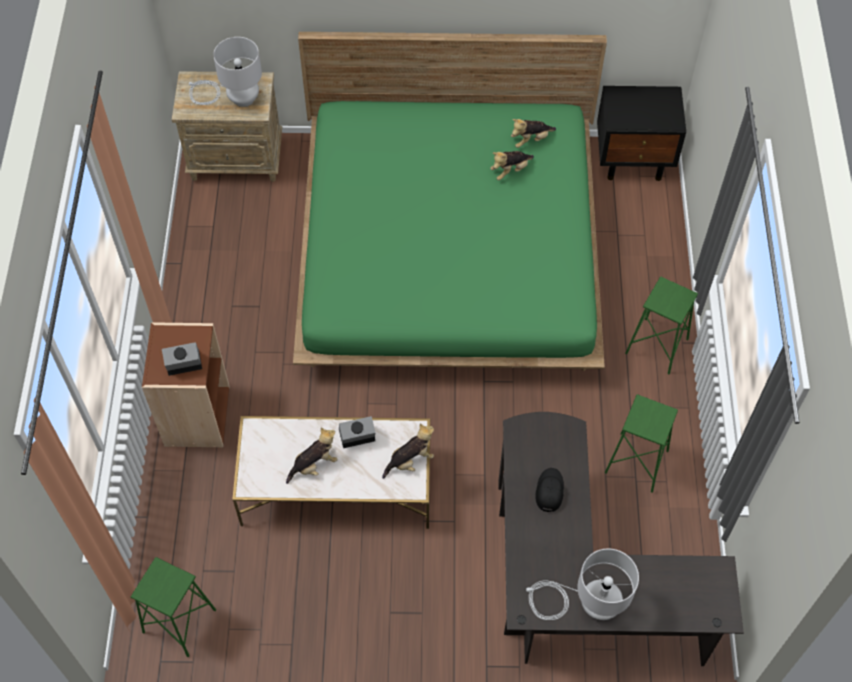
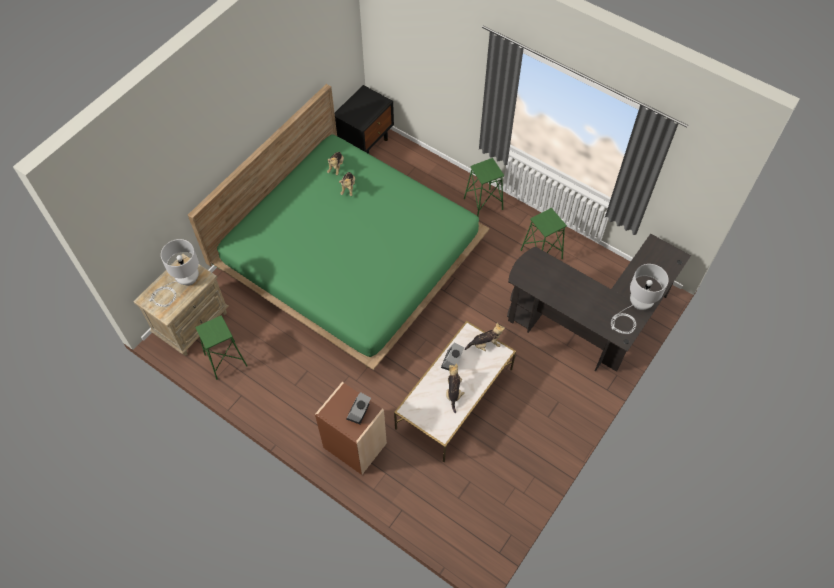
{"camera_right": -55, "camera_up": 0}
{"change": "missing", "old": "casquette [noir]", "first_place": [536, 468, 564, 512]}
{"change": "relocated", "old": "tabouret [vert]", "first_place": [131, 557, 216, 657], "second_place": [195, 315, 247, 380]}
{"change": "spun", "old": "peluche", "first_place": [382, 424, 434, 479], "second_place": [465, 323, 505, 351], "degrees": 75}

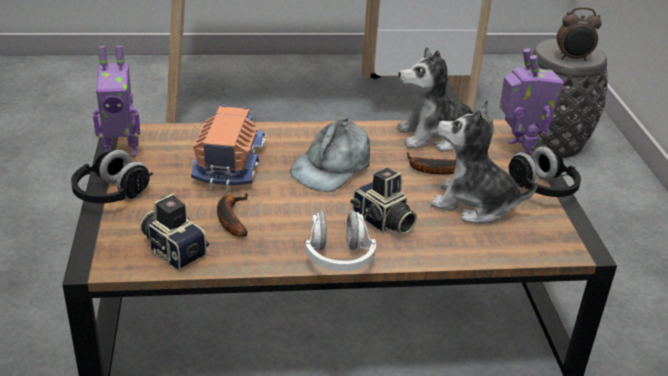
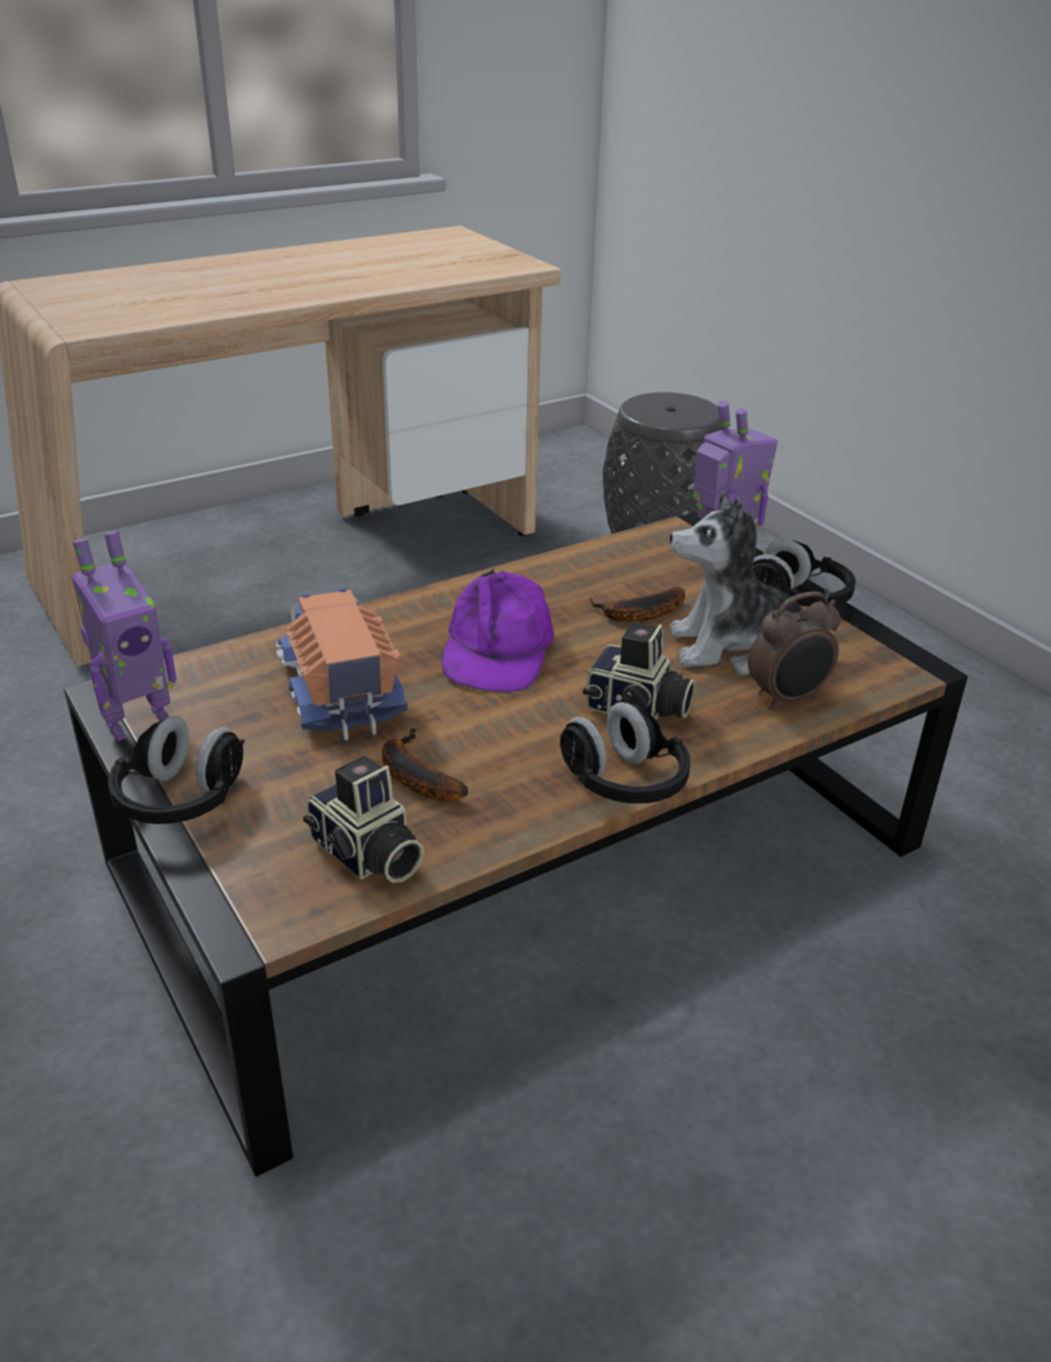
{"camera_right": -25, "camera_up": 0}
{"change": "missing", "old": "peluche", "first_place": [397, 47, 488, 152]}
{"change": "relocated", "old": "réveil", "first_place": [557, 7, 602, 61], "second_place": [748, 591, 841, 710]}
{"change": "colour", "old": "casquette [gris]", "new": "casquette [violet]", "first_place": [290, 118, 370, 192], "second_place": [442, 568, 554, 692]}
{"change": "colour", "old": "casque audio [blanc]", "new": "casque audio [noir]", "first_place": [305, 210, 377, 271], "second_place": [560, 702, 690, 804]}
{"change": "spun", "old": "appareil photo", "first_place": [140, 193, 209, 270], "second_place": [303, 756, 424, 883], "degrees": -150}

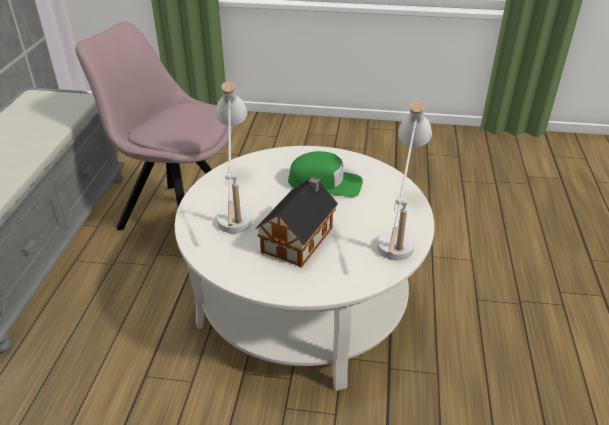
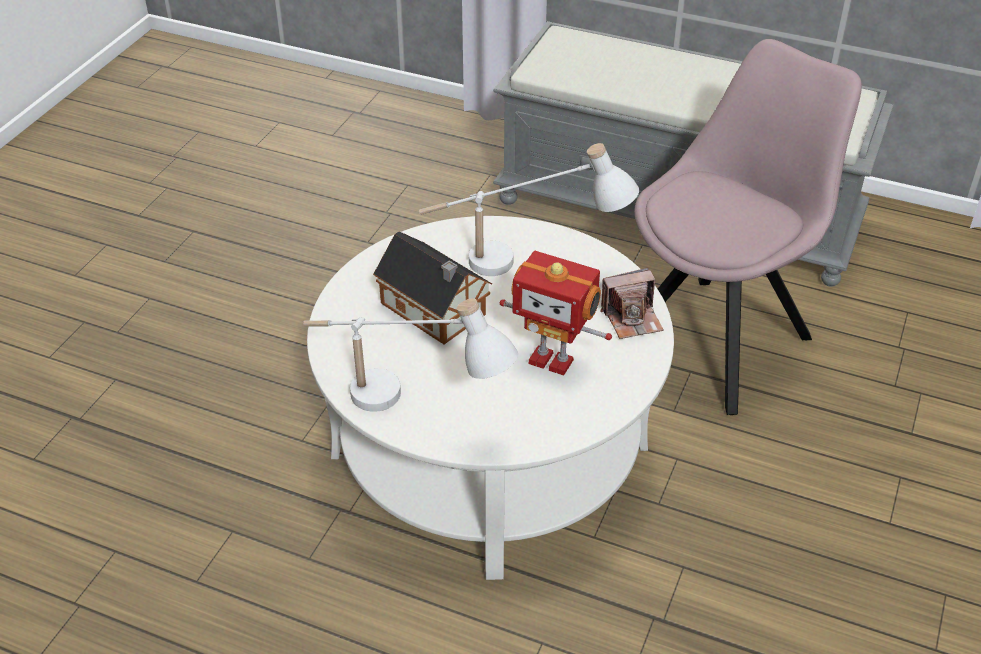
{"camera_right": 105, "camera_up": 5}
{"change": "appeared", "new": "appareil photo", "second_place": [601, 268, 664, 339]}
{"change": "exchanged", "old": "casquette [vert]", "new": "robot jouet", "first_place": [288, 151, 363, 197], "second_place": [500, 251, 612, 376]}

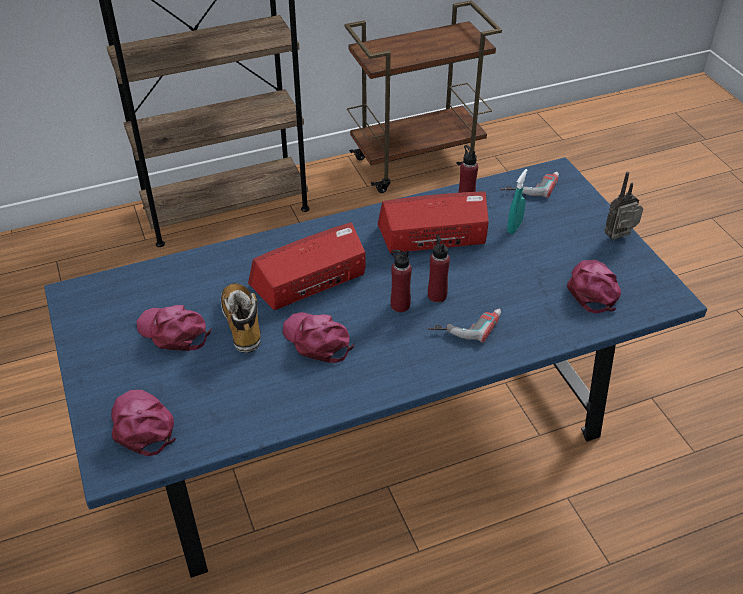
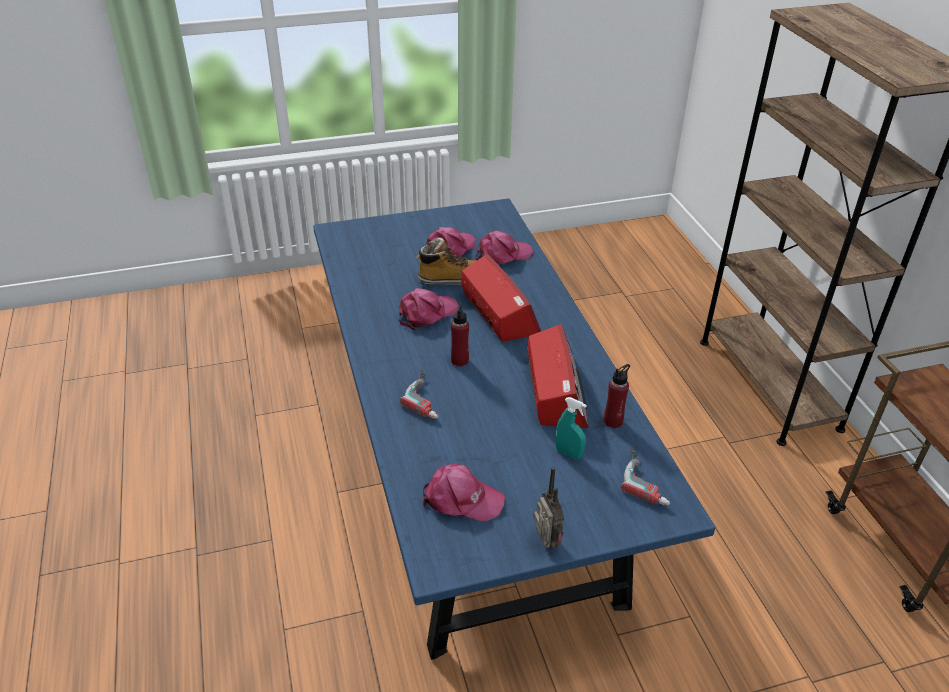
{"camera_right": 95, "camera_up": -5}
{"change": "missing", "old": "bouteille [rouge]", "first_place": [428, 236, 450, 302]}
{"change": "relocated", "old": "casquette [rose]", "first_place": [111, 390, 176, 456], "second_place": [476, 230, 533, 264]}

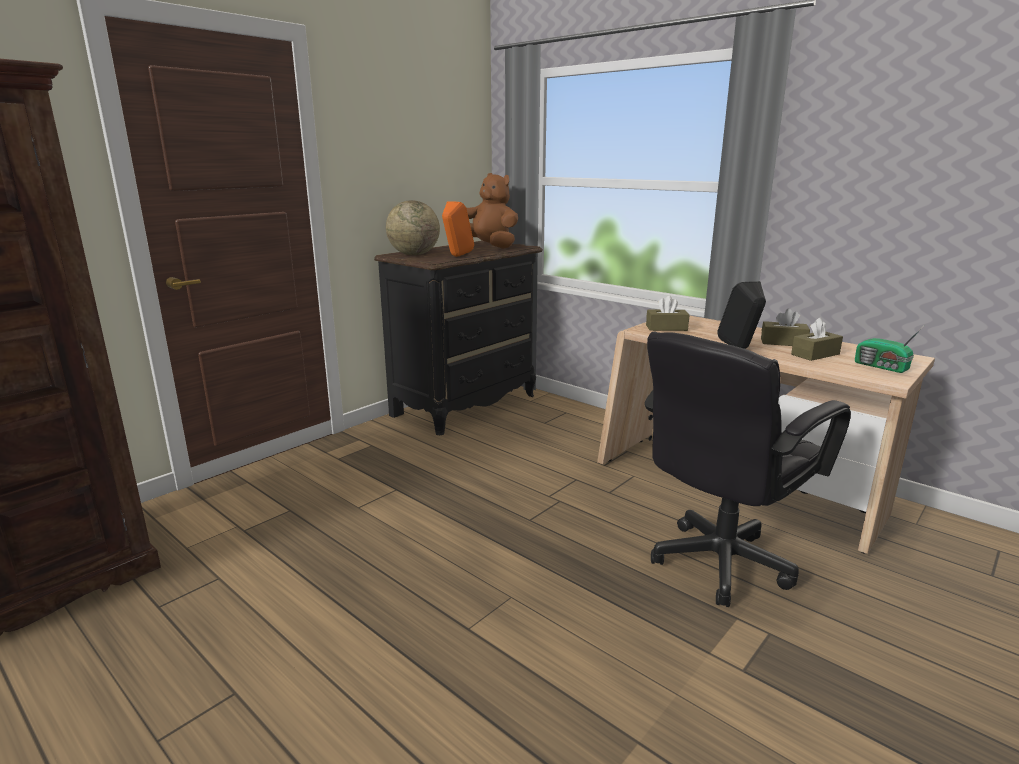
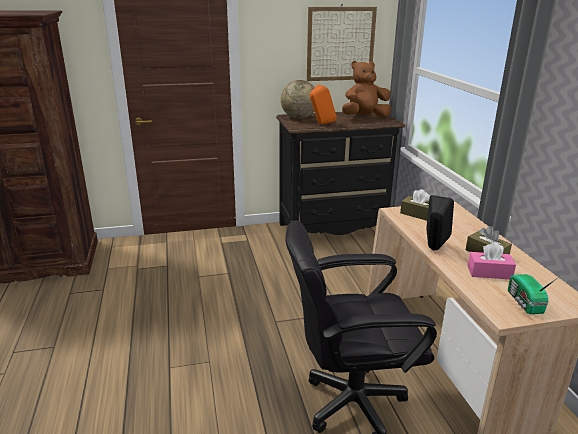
{"camera_right": 35, "camera_up": 5}
{"change": "appeared", "new": "tableau", "second_place": [307, 4, 377, 81]}
{"change": "colour", "old": "boîte à mouchoirs [marron]", "new": "boîte à mouchoirs [rose]", "first_place": [791, 318, 843, 361], "second_place": [468, 242, 516, 279]}
{"change": "spun", "old": "peluche [marron]", "first_place": [466, 173, 518, 249], "second_place": [342, 61, 391, 117], "degrees": -90}

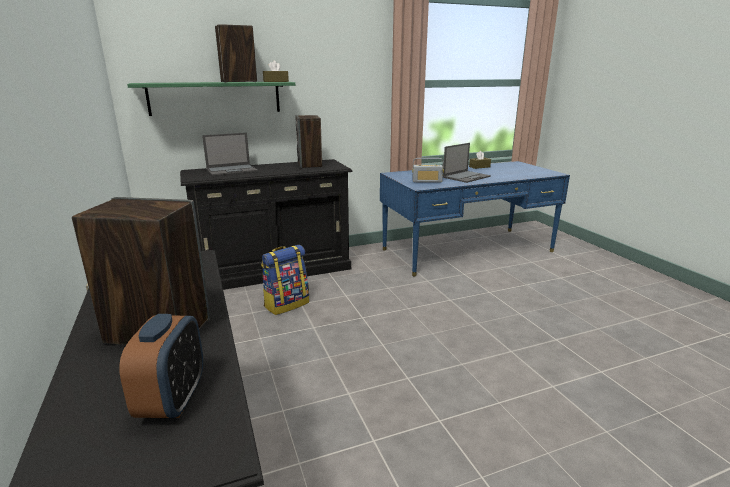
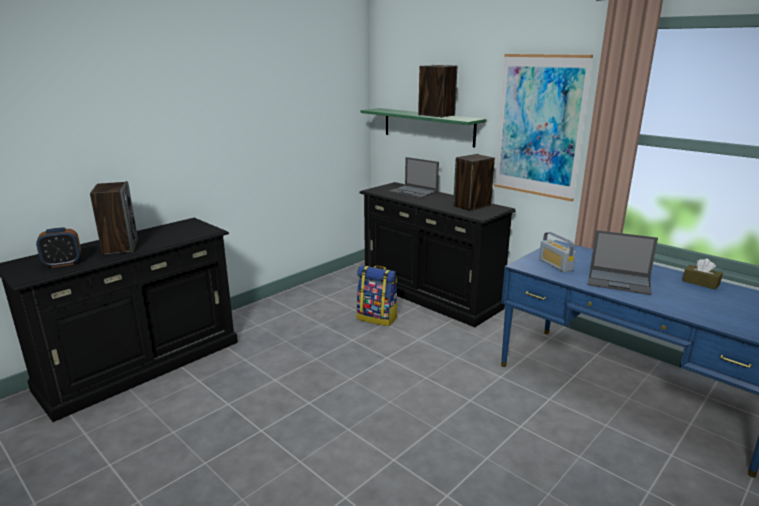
{"camera_right": 65, "camera_up": 0}
{"change": "missing", "old": "boîte à mouchoirs [marron]", "first_place": [263, 61, 289, 82]}
{"change": "appeared", "new": "tableau", "second_place": [494, 54, 593, 201]}

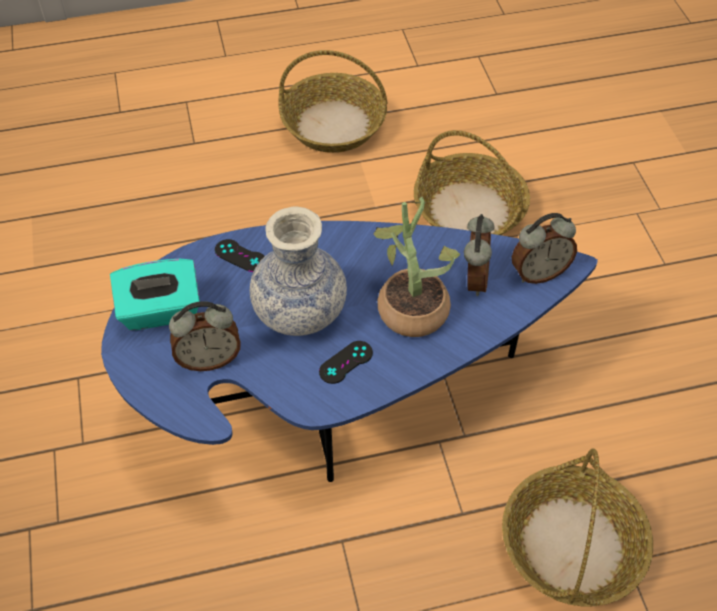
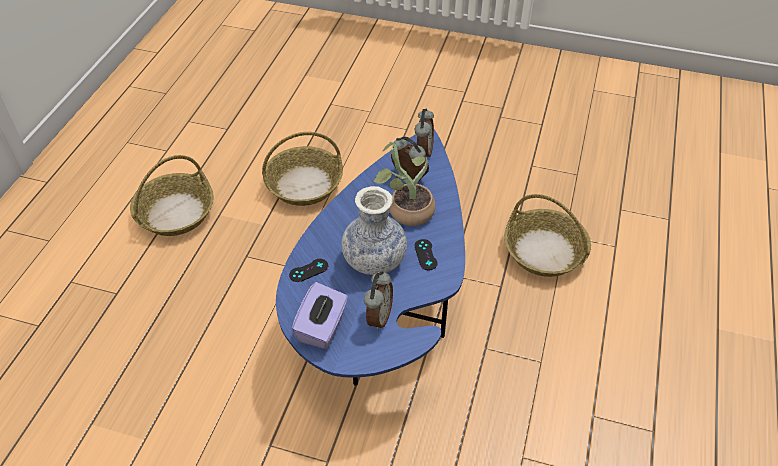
{"camera_right": -60, "camera_up": -5}
{"change": "colour", "old": "boîte à mouchoirs [turquoise]", "new": "boîte à mouchoirs [violet]", "first_place": [110, 259, 200, 331], "second_place": [292, 282, 348, 349]}

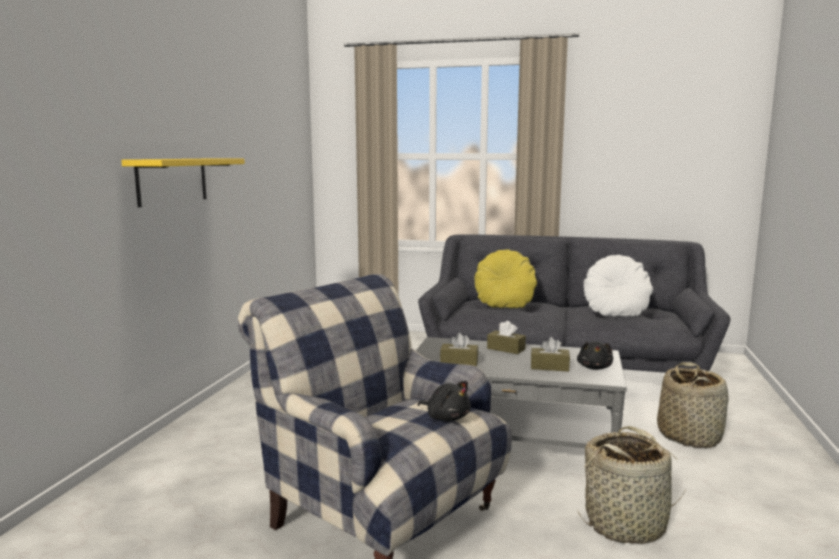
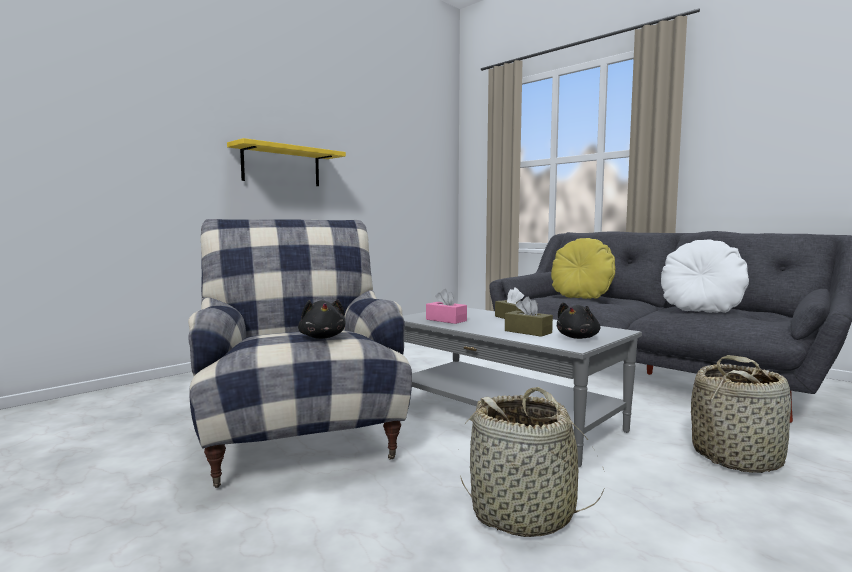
{"camera_right": 30, "camera_up": -5}
{"change": "colour", "old": "boîte à mouchoirs [marron]", "new": "boîte à mouchoirs [rose]", "first_place": [440, 333, 478, 366], "second_place": [426, 289, 467, 324]}

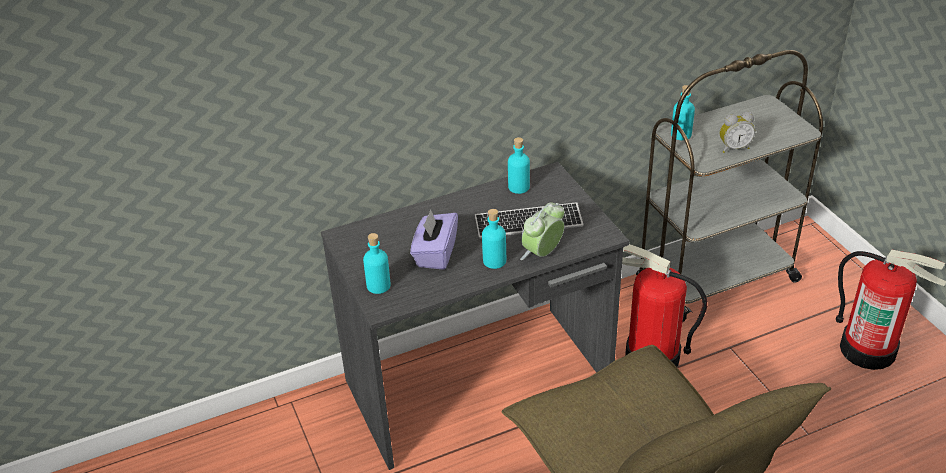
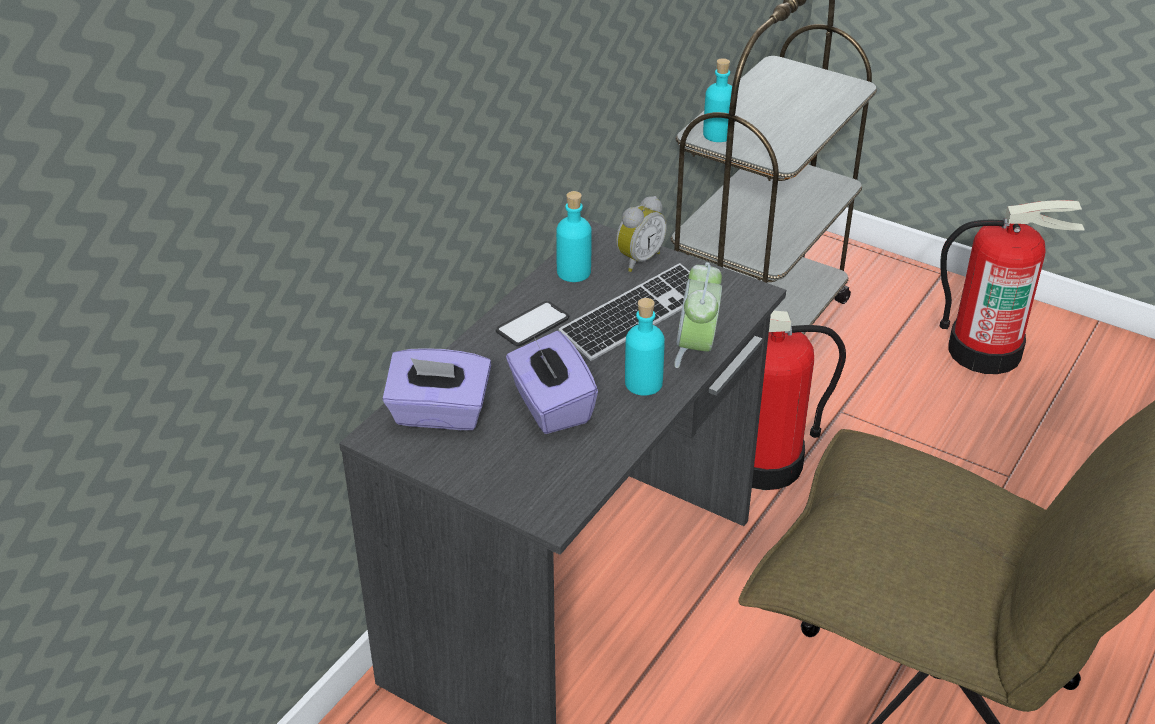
{"camera_right": -35, "camera_up": 0}
{"change": "missing", "old": "bouteille [turquoise]", "first_place": [363, 233, 391, 294]}
{"change": "appeared", "new": "boîte à mouchoirs [violet]", "second_place": [382, 348, 491, 430]}
{"change": "appeared", "new": "téléphone", "second_place": [496, 301, 569, 346]}
{"change": "relocated", "old": "réveil", "first_place": [719, 111, 755, 153], "second_place": [616, 196, 667, 272]}

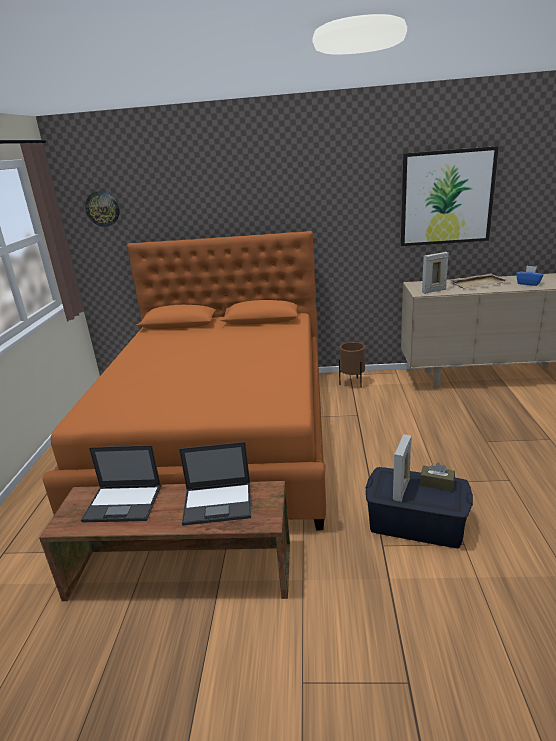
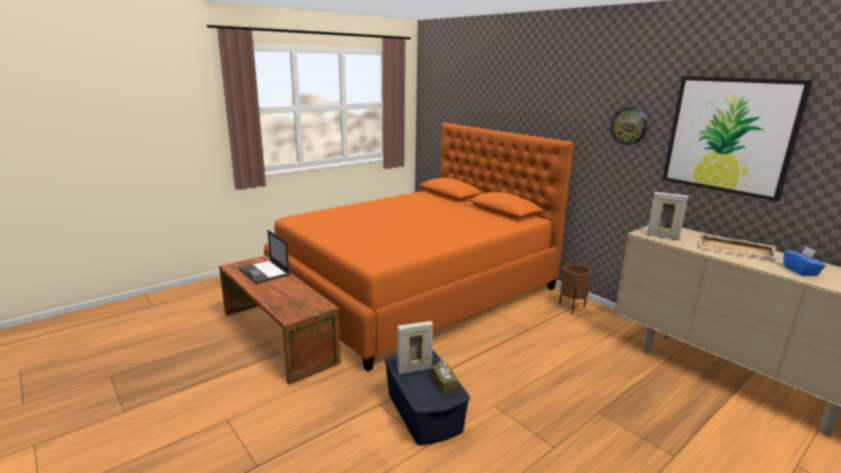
{"camera_right": 45, "camera_up": -5}
{"change": "missing", "old": "ordinateur portable", "first_place": [179, 442, 251, 525]}
{"change": "relocated", "old": "horloge murale", "first_place": [85, 191, 120, 227], "second_place": [610, 107, 648, 145]}

